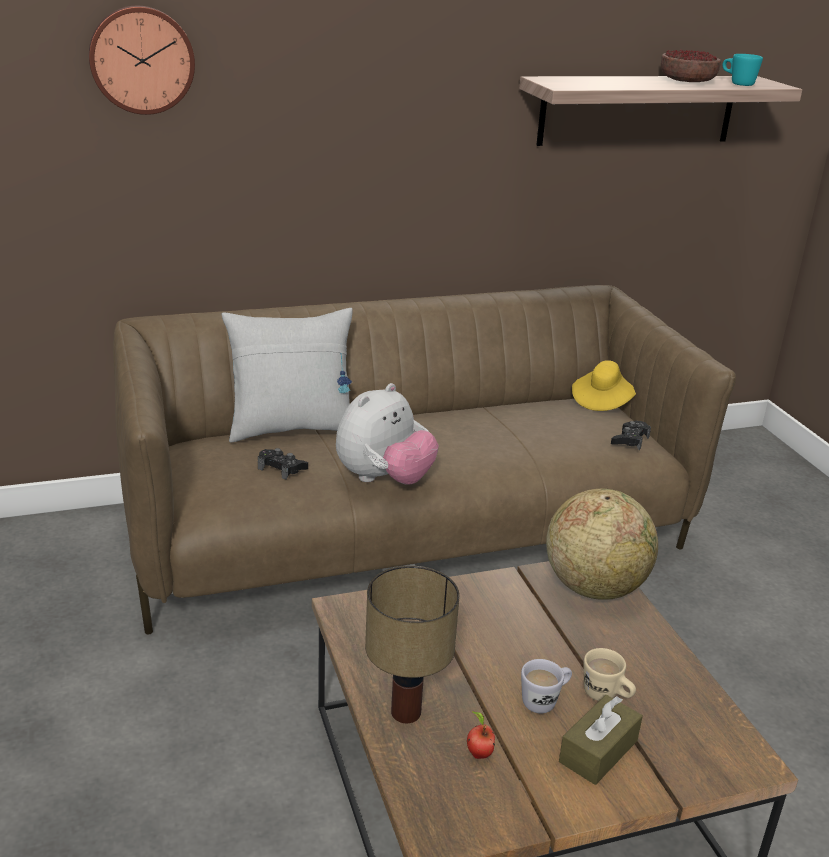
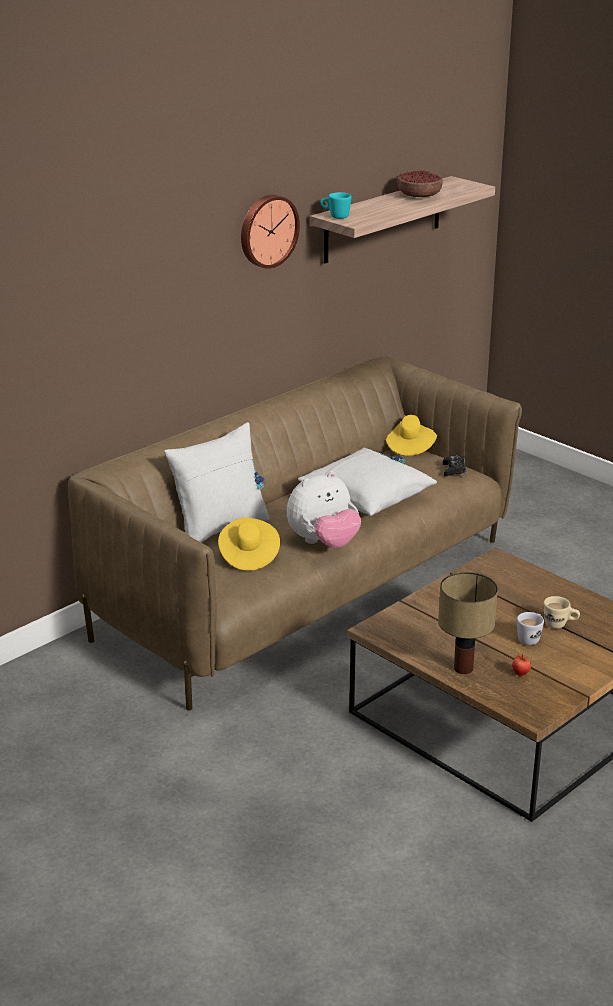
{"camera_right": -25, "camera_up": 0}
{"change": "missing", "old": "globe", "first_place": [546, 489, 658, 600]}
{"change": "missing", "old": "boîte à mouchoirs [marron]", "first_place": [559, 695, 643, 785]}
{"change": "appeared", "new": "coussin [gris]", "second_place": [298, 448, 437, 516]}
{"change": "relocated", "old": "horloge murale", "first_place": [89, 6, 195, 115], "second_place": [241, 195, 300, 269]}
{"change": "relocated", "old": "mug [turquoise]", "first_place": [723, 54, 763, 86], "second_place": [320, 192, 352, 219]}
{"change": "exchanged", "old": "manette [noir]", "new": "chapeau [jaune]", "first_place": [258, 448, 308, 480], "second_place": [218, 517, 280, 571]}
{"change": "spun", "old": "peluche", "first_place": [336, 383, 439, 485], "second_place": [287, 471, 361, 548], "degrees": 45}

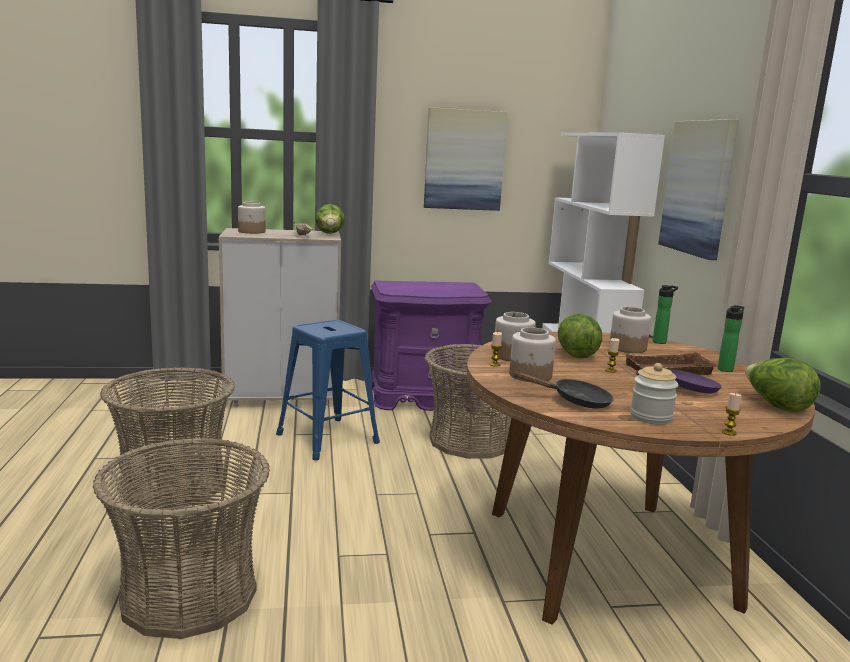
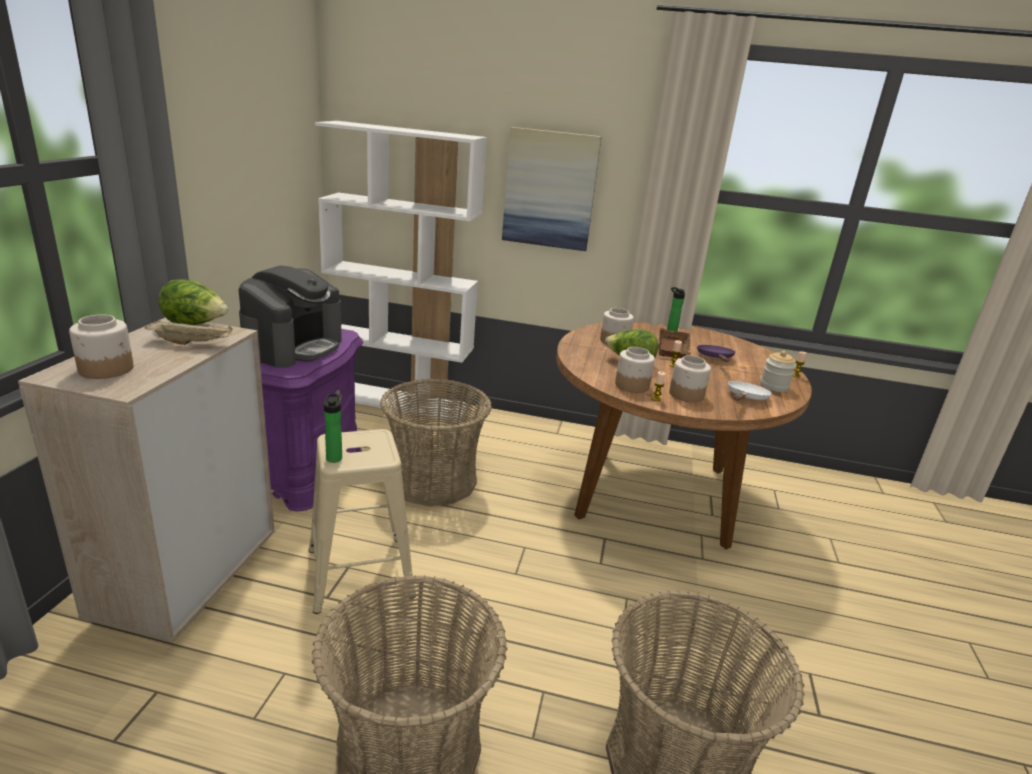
{"camera_right": -70, "camera_up": 10}
{"change": "missing", "old": "tableau", "first_place": [424, 107, 507, 211]}
{"change": "missing", "old": "laitue", "first_place": [745, 358, 821, 412]}
{"change": "appeared", "new": "machine à café", "second_place": [239, 265, 342, 368]}
{"change": "relocated", "old": "bouteille", "first_place": [653, 285, 678, 344], "second_place": [324, 394, 342, 463]}
{"change": "colour", "old": "tabouret [bleu]", "new": "tabouret [beige]", "first_place": [276, 320, 380, 460], "second_place": [308, 429, 416, 614]}
{"change": "colour", "old": "poêle [noir]", "new": "poêle [blanc]", "first_place": [514, 371, 614, 409], "second_place": [728, 381, 772, 401]}

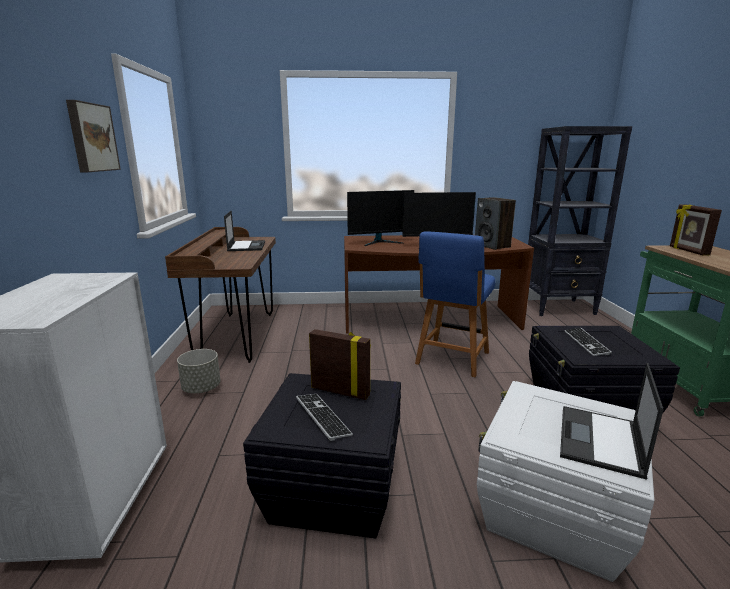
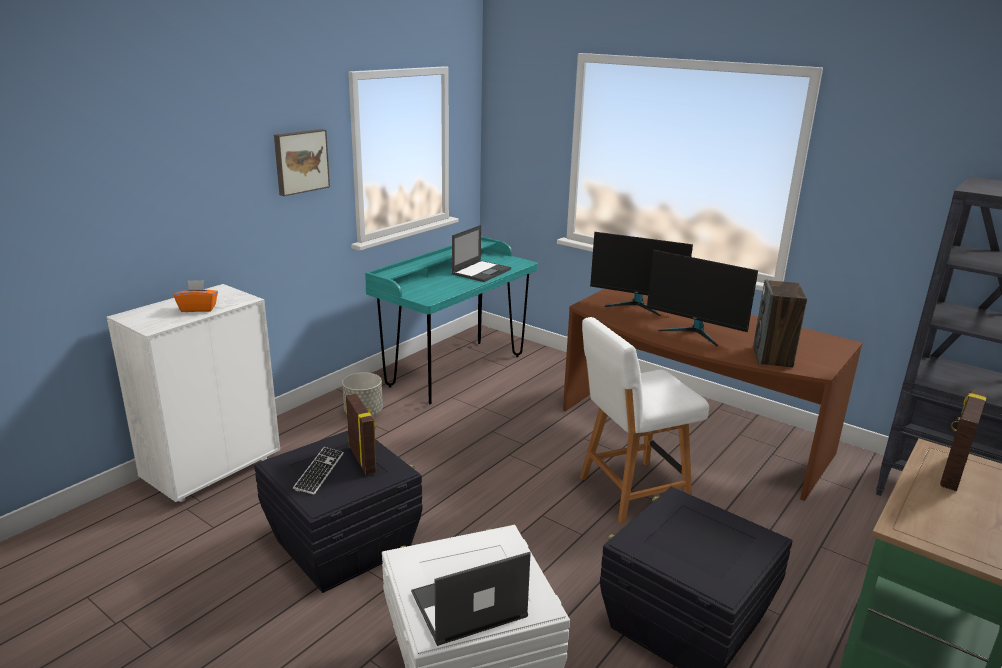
{"camera_right": 40, "camera_up": 5}
{"change": "missing", "old": "clavier", "first_place": [564, 328, 612, 356]}
{"change": "appeared", "new": "boîte à mouchoirs [orange]", "second_place": [174, 280, 218, 312]}
{"change": "colour", "old": "bureau [marron]", "new": "bureau [turquoise]", "first_place": [165, 227, 276, 363], "second_place": [365, 236, 538, 404]}
{"change": "colour", "old": "chaise [bleu]", "new": "chaise [blanc]", "first_place": [415, 231, 495, 377], "second_place": [580, 317, 709, 524]}

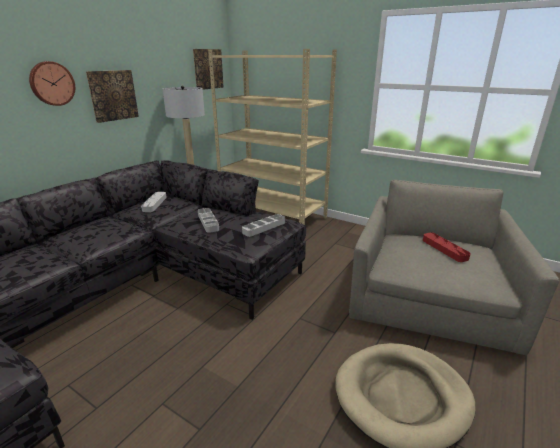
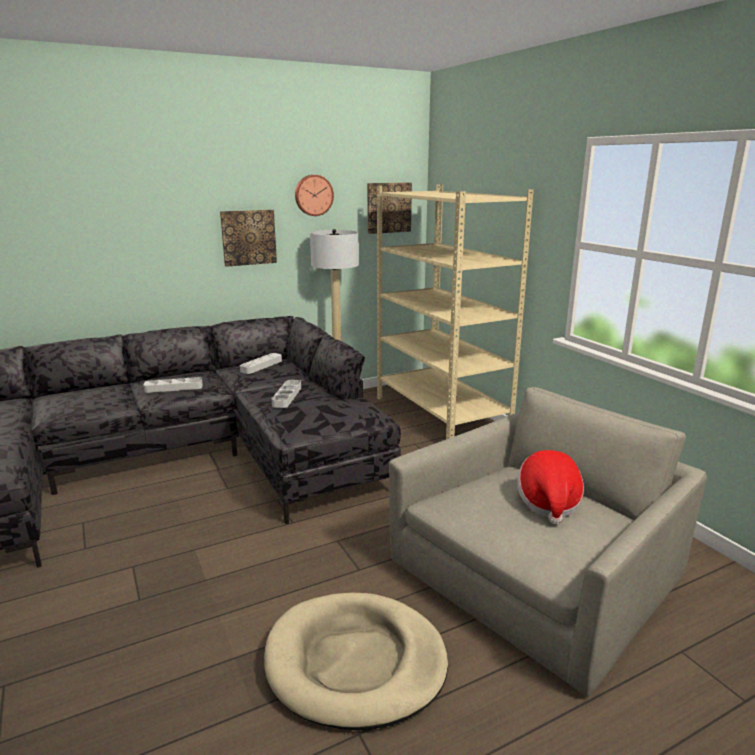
{"camera_right": 30, "camera_up": -5}
{"change": "relocated", "old": "horloge murale", "first_place": [29, 61, 75, 106], "second_place": [295, 175, 334, 216]}
{"change": "relocated", "old": "plateau [gris]", "first_place": [242, 214, 285, 237], "second_place": [143, 377, 203, 393]}
{"change": "exchanged", "old": "plateau [rouge]", "new": "chapeau", "first_place": [423, 232, 471, 262], "second_place": [517, 450, 584, 524]}

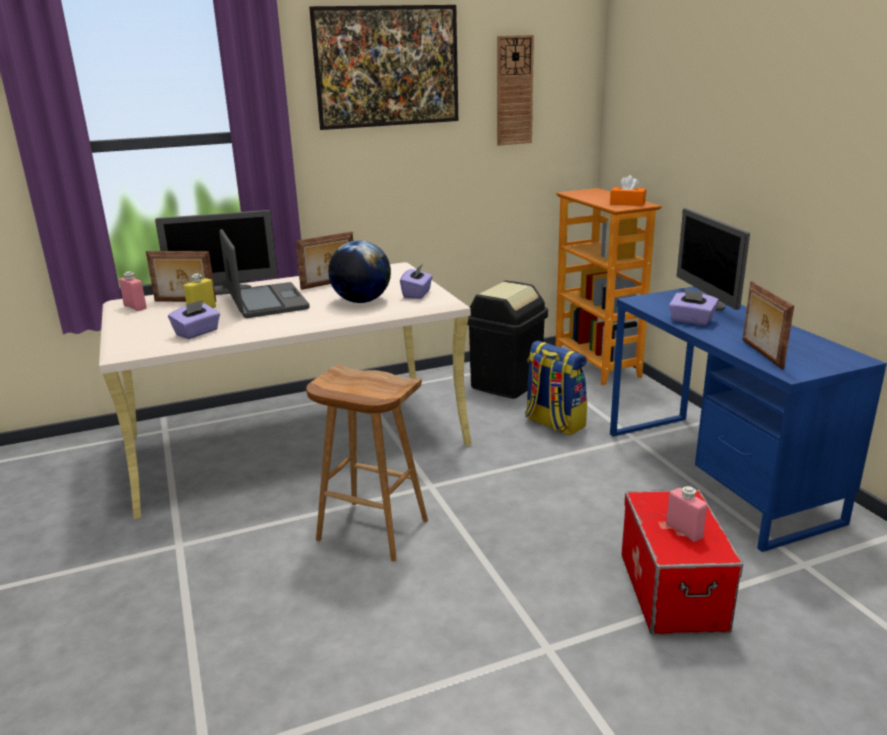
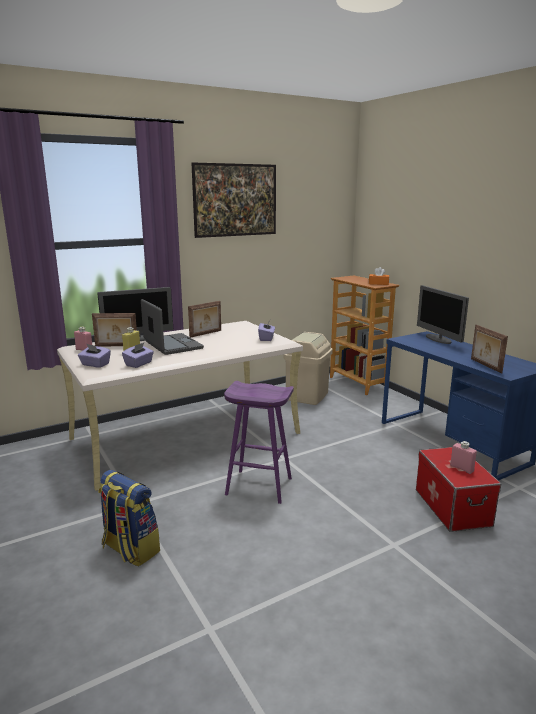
{"camera_right": -10, "camera_up": -5}
{"change": "missing", "old": "globe", "first_place": [328, 240, 391, 303]}
{"change": "missing", "old": "horloge murale", "first_place": [497, 35, 534, 146]}
{"change": "relocated", "old": "sac à dos", "first_place": [525, 340, 587, 436], "second_place": [98, 470, 160, 567]}
{"change": "relocated", "old": "boîte à mouchoirs [violet]", "first_place": [669, 289, 719, 325], "second_place": [78, 344, 111, 368]}
{"change": "colour", "old": "tabouret [marron]", "new": "tabouret [violet]", "first_place": [306, 364, 428, 562], "second_place": [224, 381, 294, 504]}
{"change": "colour", "old": "poubelle [noir]", "new": "poubelle [beige]", "first_place": [468, 281, 548, 399], "second_place": [283, 332, 333, 405]}

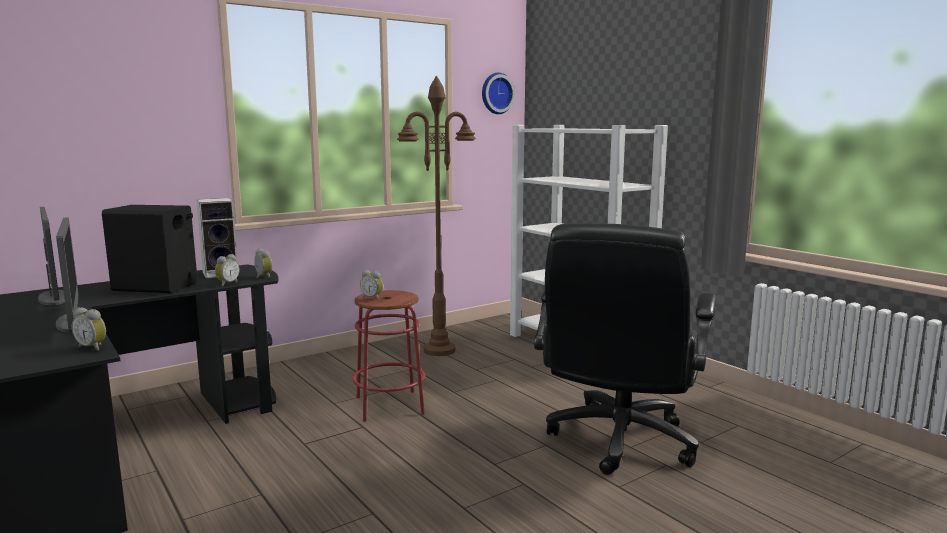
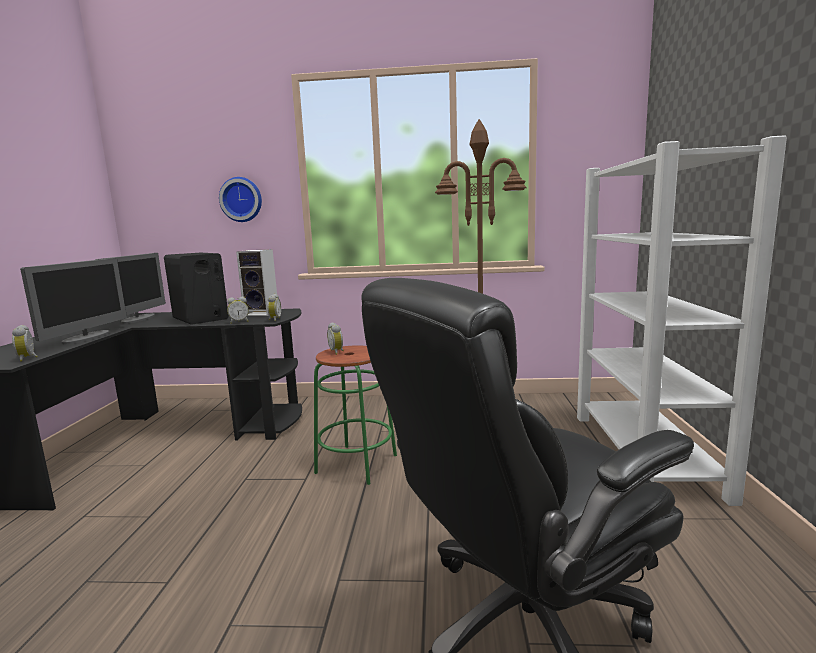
{"camera_right": 40, "camera_up": 0}
{"change": "relocated", "old": "horloge murale", "first_place": [482, 73, 515, 114], "second_place": [219, 177, 262, 222]}
{"change": "colour", "old": "tabouret [rouge]", "new": "tabouret [vert]", "first_place": [352, 290, 425, 422], "second_place": [314, 346, 397, 485]}

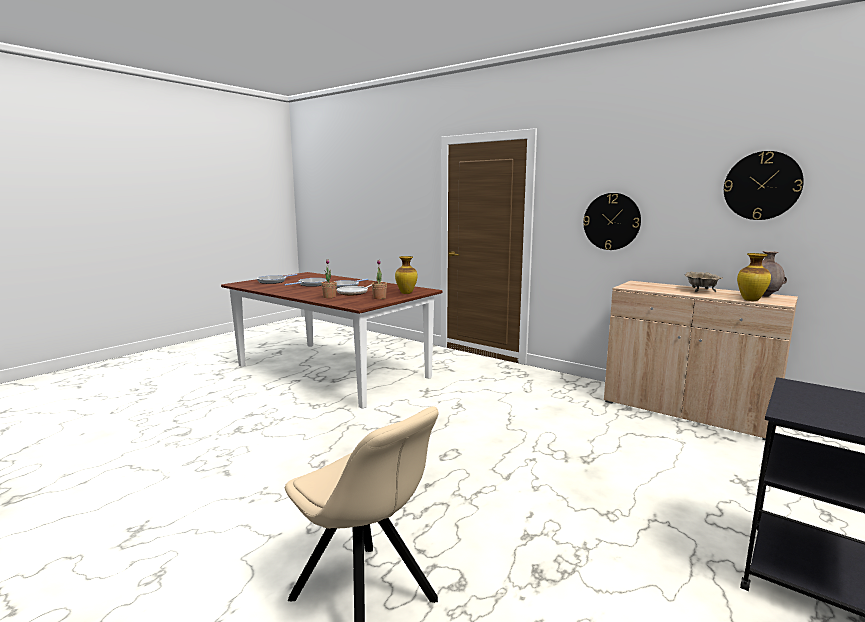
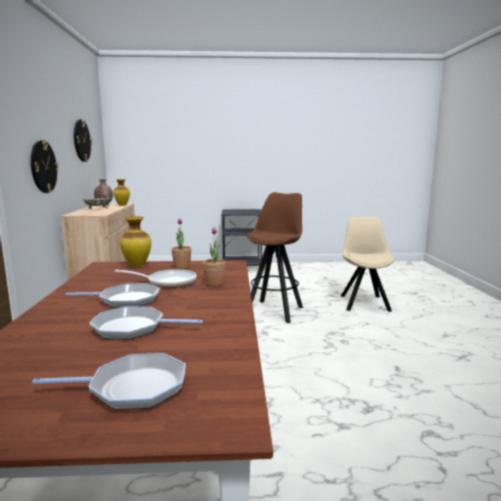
{"camera_right": -130, "camera_up": 0}
{"change": "appeared", "new": "tabouret [marron]", "second_place": [247, 192, 303, 323]}

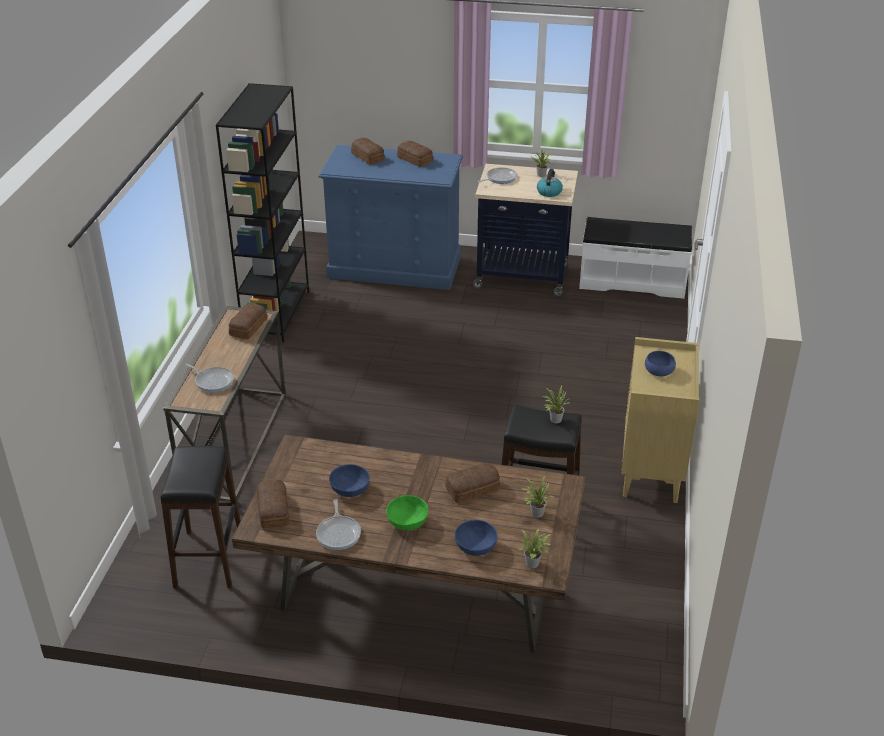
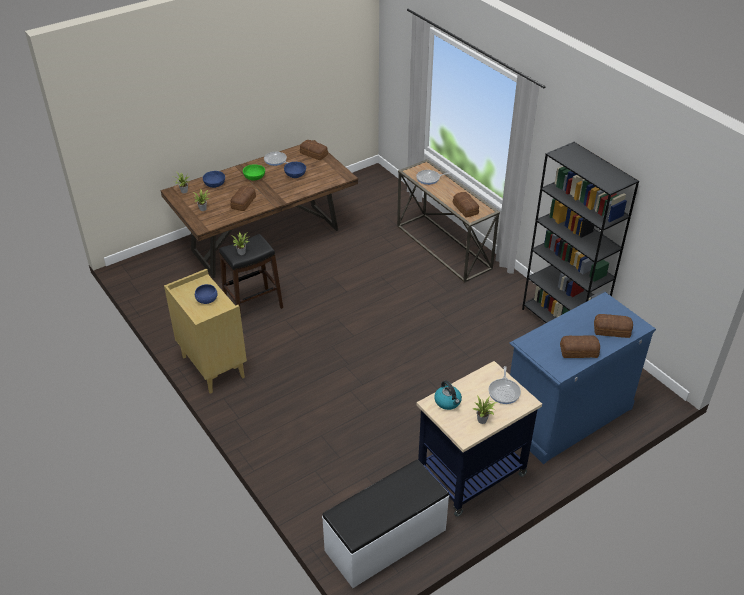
{"camera_right": 135, "camera_up": 5}
{"change": "missing", "old": "tabouret [noir]", "first_place": [161, 446, 241, 588]}

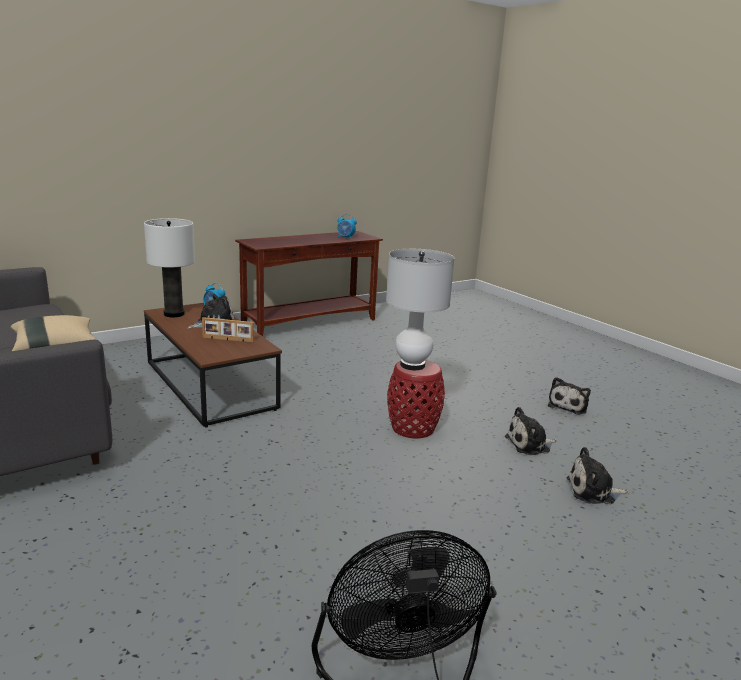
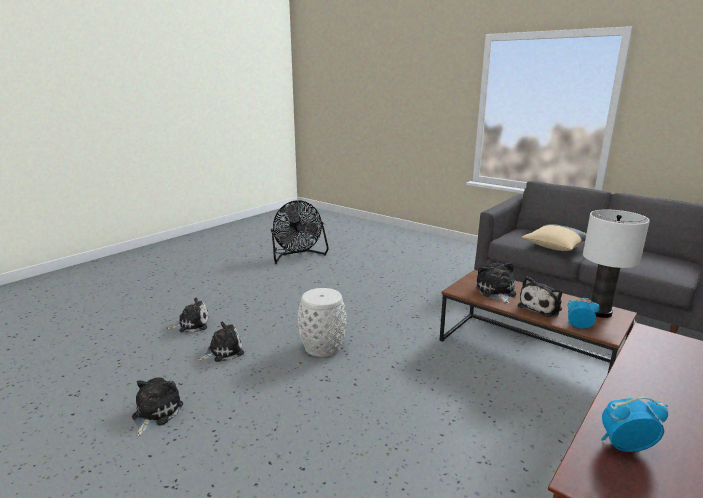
{"camera_right": 165, "camera_up": 0}
{"change": "missing", "old": "lampe de table [blanc]", "first_place": [386, 249, 454, 370]}
{"change": "exchanged", "old": "cadre photo", "new": "peluche", "first_place": [202, 317, 254, 342], "second_place": [476, 262, 516, 304]}
{"change": "colour", "old": "tabouret [rouge]", "new": "tabouret [blanc]", "first_place": [387, 360, 445, 438], "second_place": [298, 288, 347, 357]}

